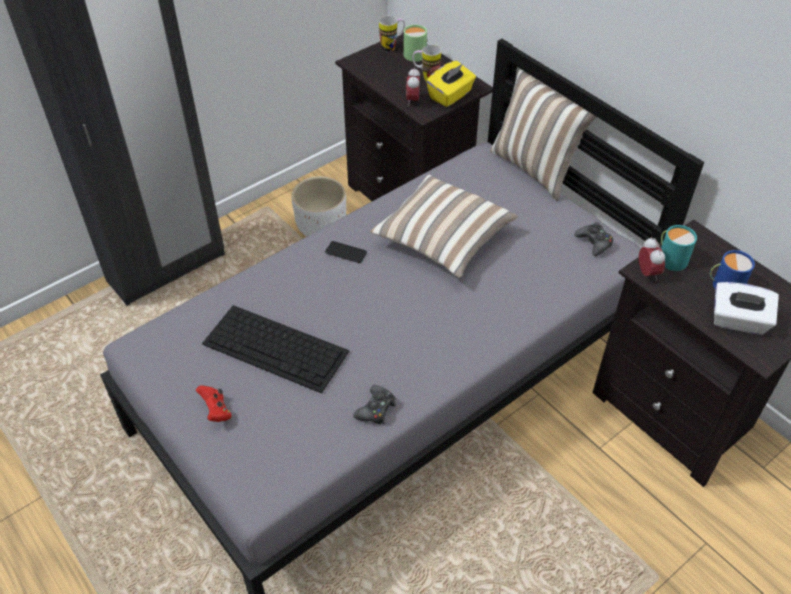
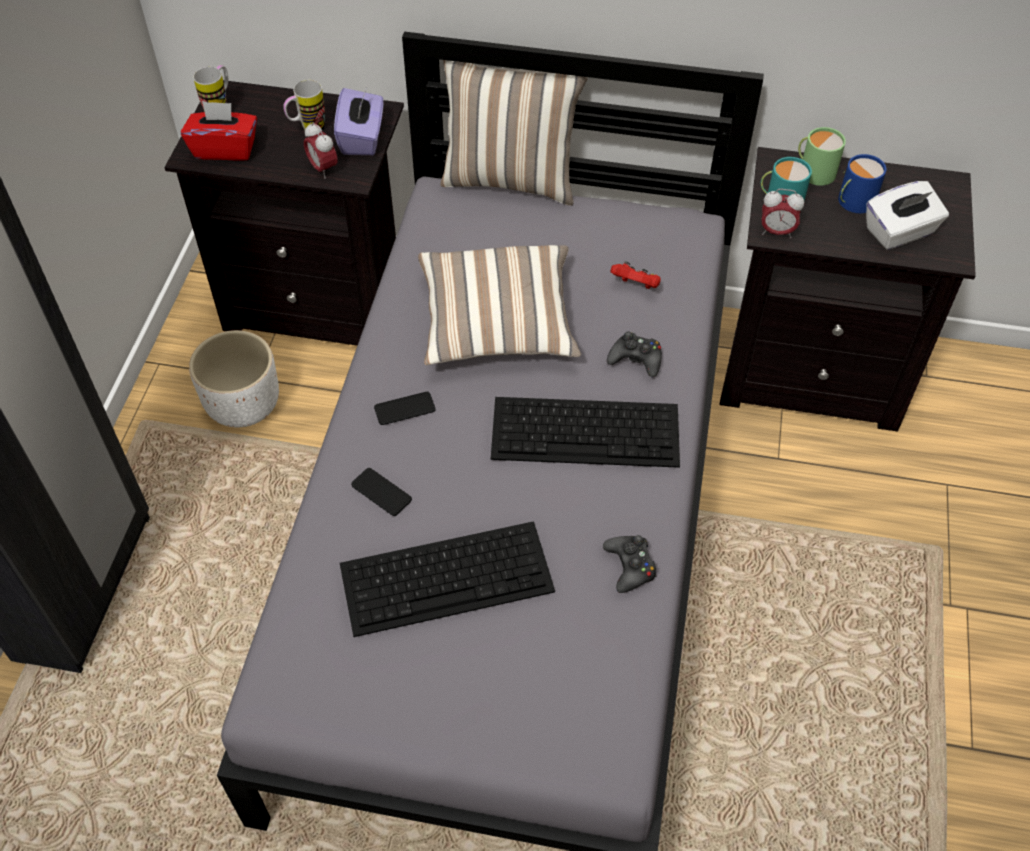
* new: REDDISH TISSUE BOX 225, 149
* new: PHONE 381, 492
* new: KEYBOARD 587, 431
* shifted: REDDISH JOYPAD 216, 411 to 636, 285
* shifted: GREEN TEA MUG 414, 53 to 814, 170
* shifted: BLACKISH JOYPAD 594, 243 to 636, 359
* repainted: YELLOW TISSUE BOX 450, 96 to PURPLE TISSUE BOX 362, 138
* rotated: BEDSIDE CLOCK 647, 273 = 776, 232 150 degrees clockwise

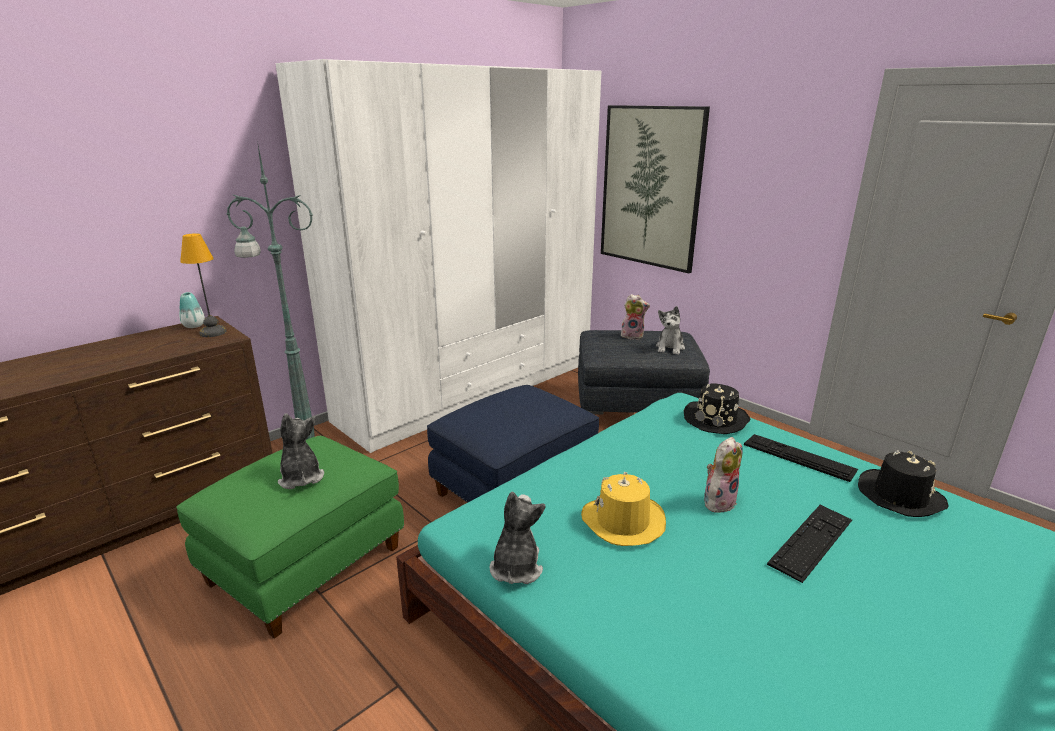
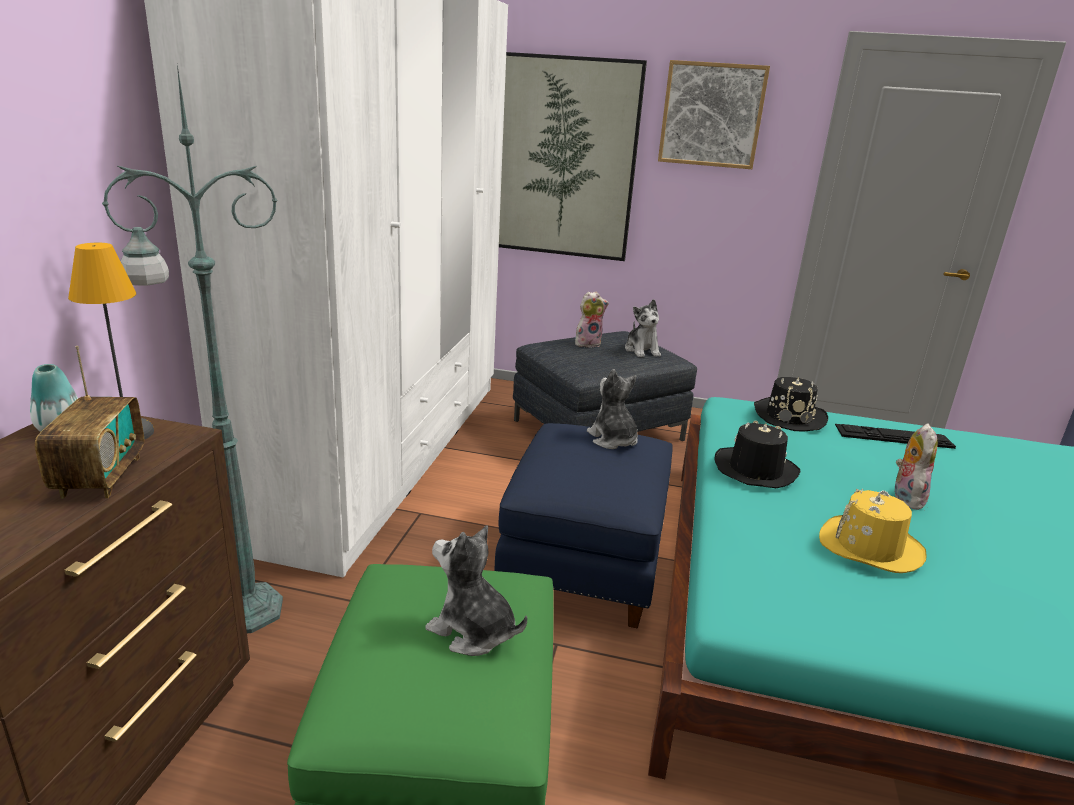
* gone: KEYBOARD 811, 541
* new: RADIO 100, 477
* new: WALL PICTURE 711, 115
* shifted: CUDDLY TOY 516, 567 to 613, 440
* shifted: BLACKISH WEARABLE HAT 899, 496 to 755, 470

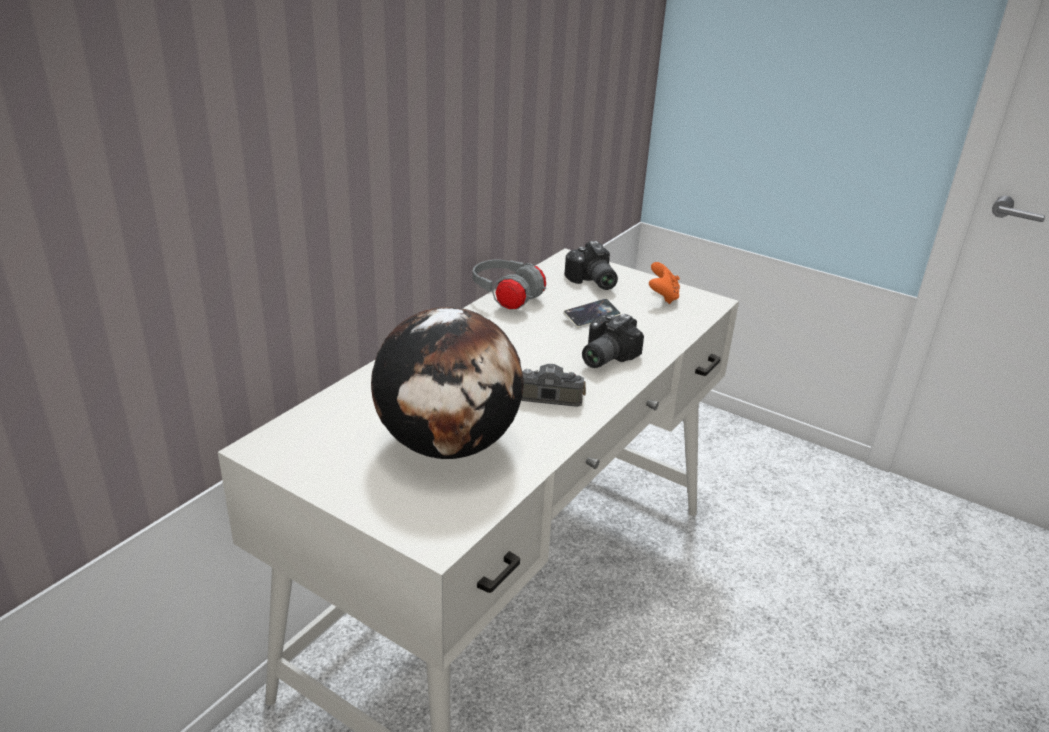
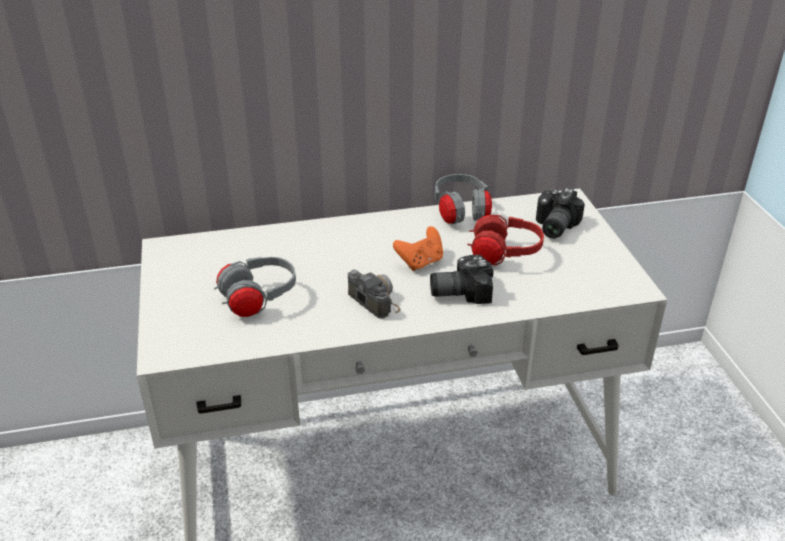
* shifted: ORANGE JOYPAD 662, 297 to 420, 262
* swapped: DESK GLOBE 449, 445 to GREYISH HEADPHONES 258, 300
* swapped: PHONE 591, 317 to REDDISH HEADPHONES 503, 255

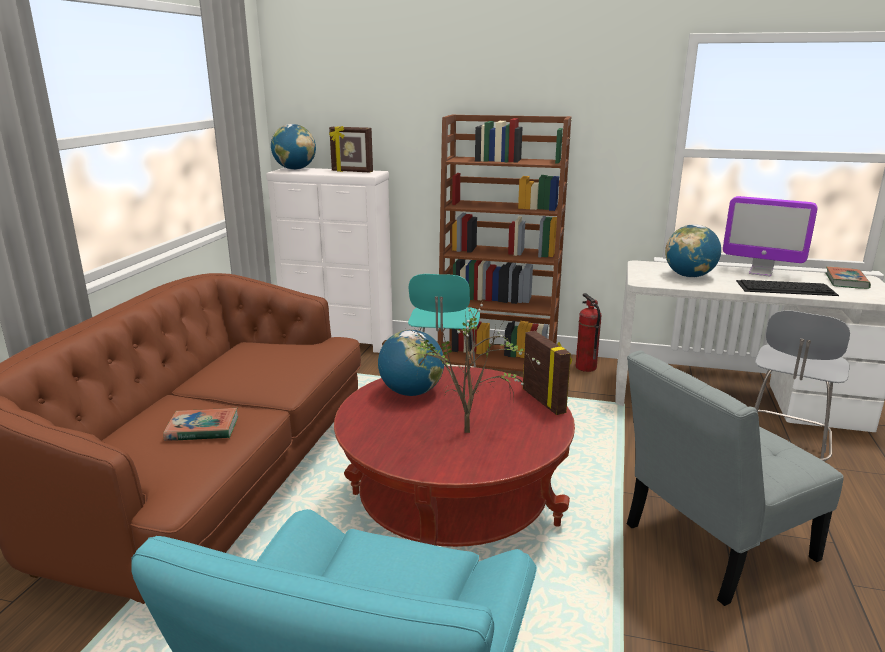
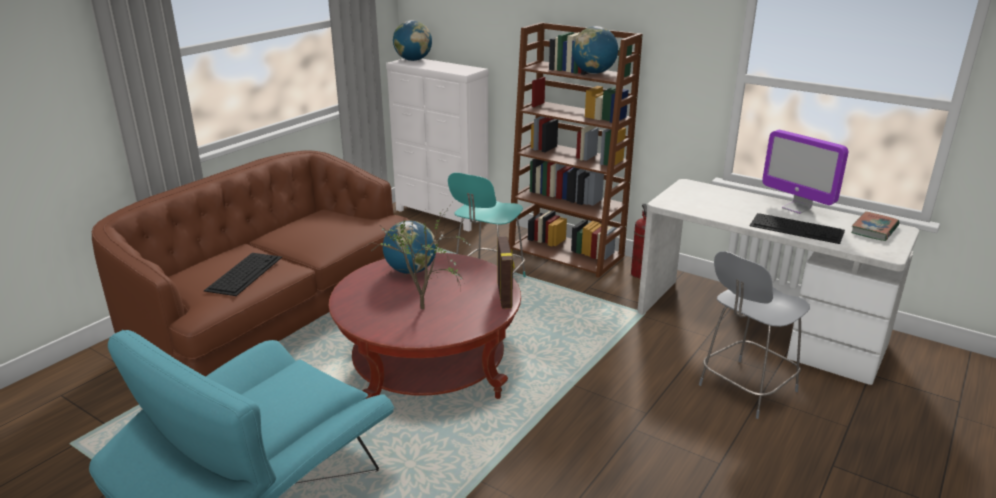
* gone: PHOTO FRAME 352, 171
* gone: GREYISH CHAIR 711, 545
* shifted: DESK GLOBE 689, 276 to 593, 73
* swapped: BOUND BOOK 202, 429 to KEYBOARD 244, 273

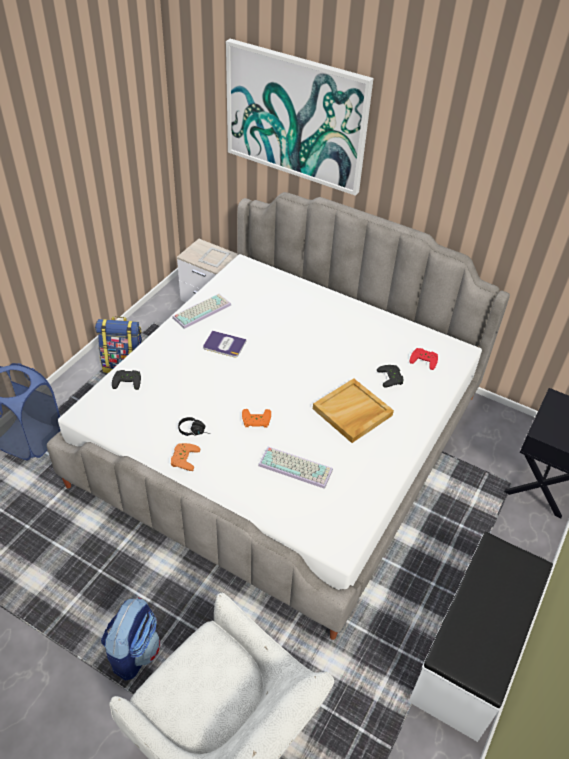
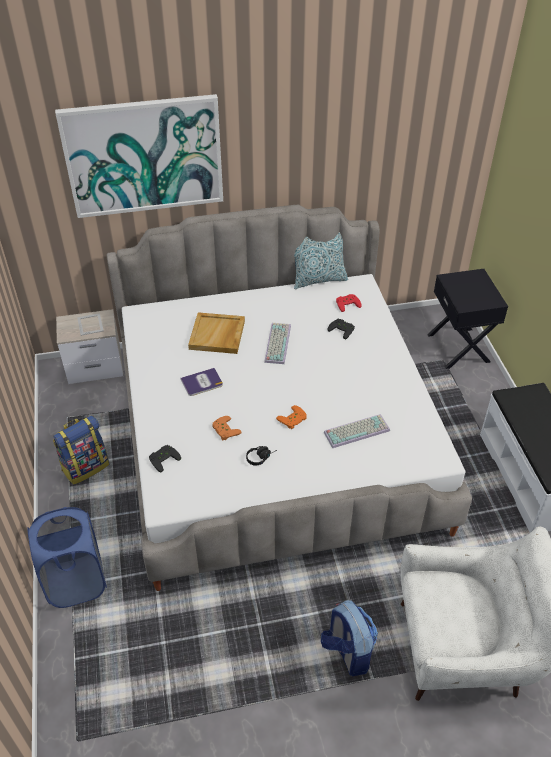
* new: PILLOW 319, 279
* shifted: ORANGE JOYPAD 183, 458 to 224, 430
* shifted: KEYBOARD 202, 310 to 276, 343
* shifted: BEIGE-COLOURED TRAY 352, 412 to 217, 335

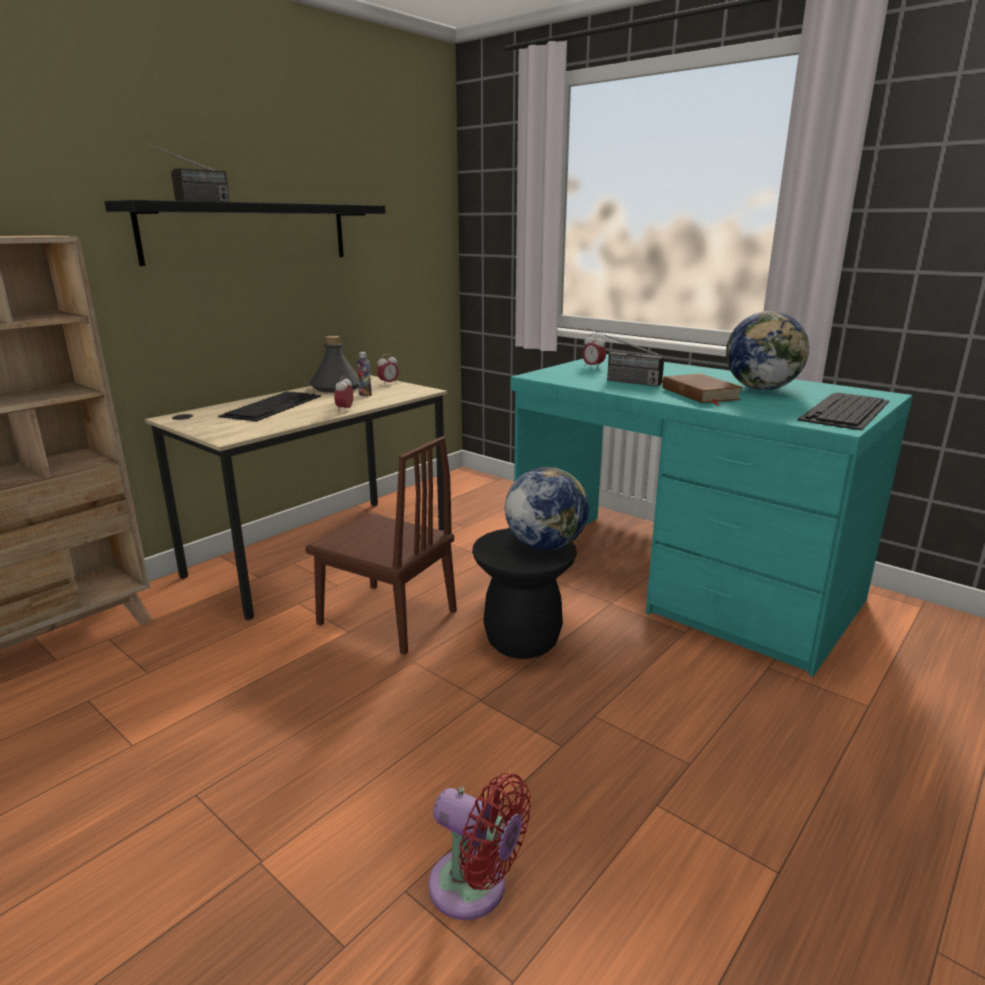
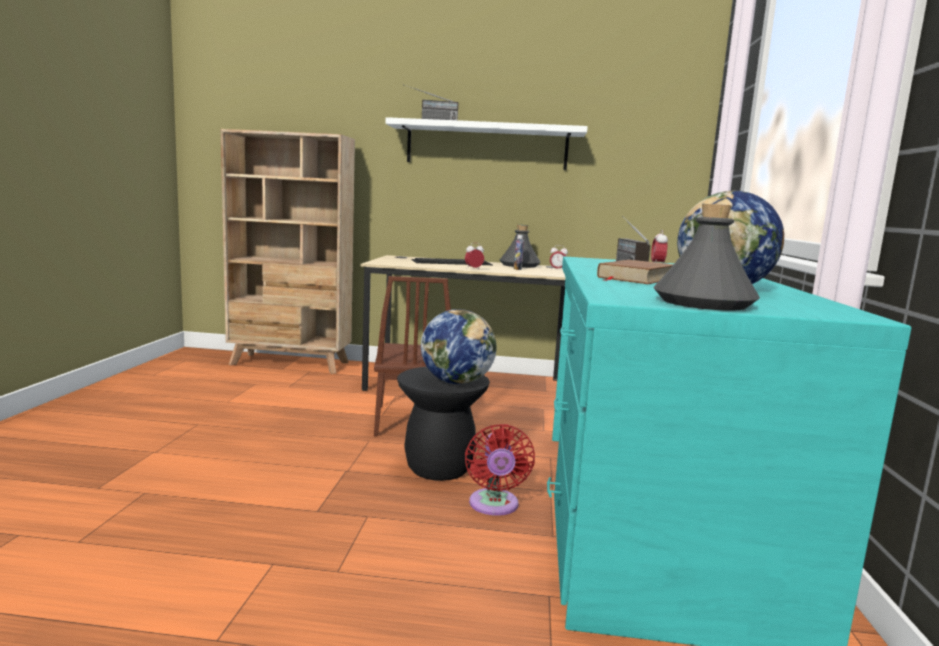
* shifted: REDDISH COOLING FAN 475, 889 to 494, 506
* swapped: KEYBOARD 845, 411 to GREYISH DRINK BOTTLE 703, 303
* repainted: BLACKISH BRACKET SHELF 249, 232 to WHITE-COLOURED BRACKET SHELF 487, 146

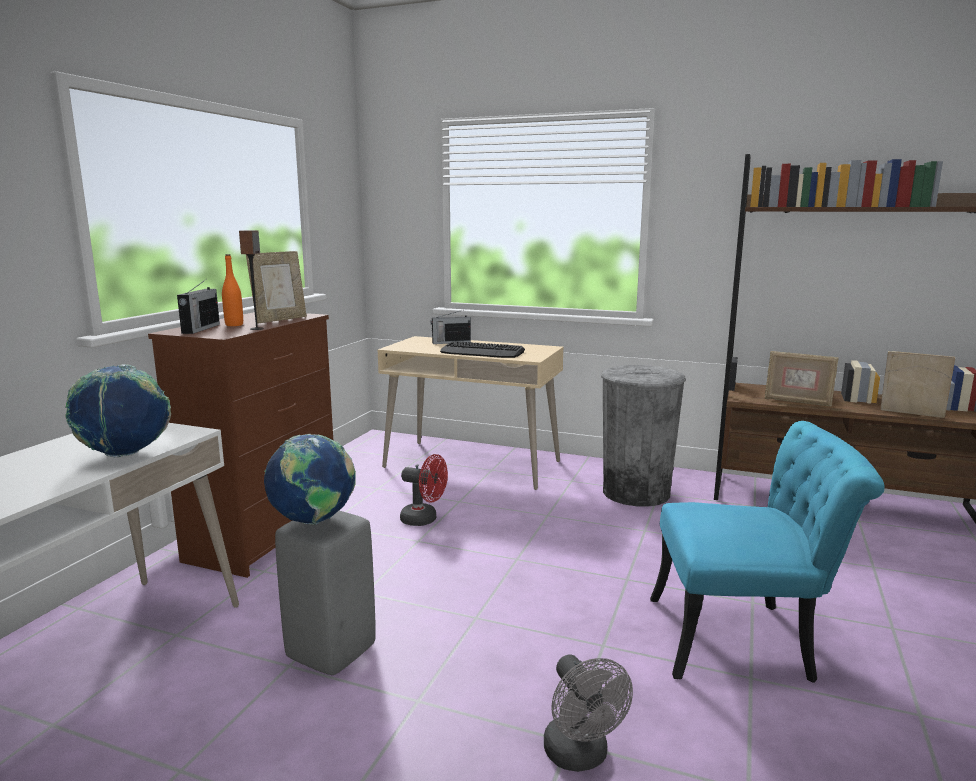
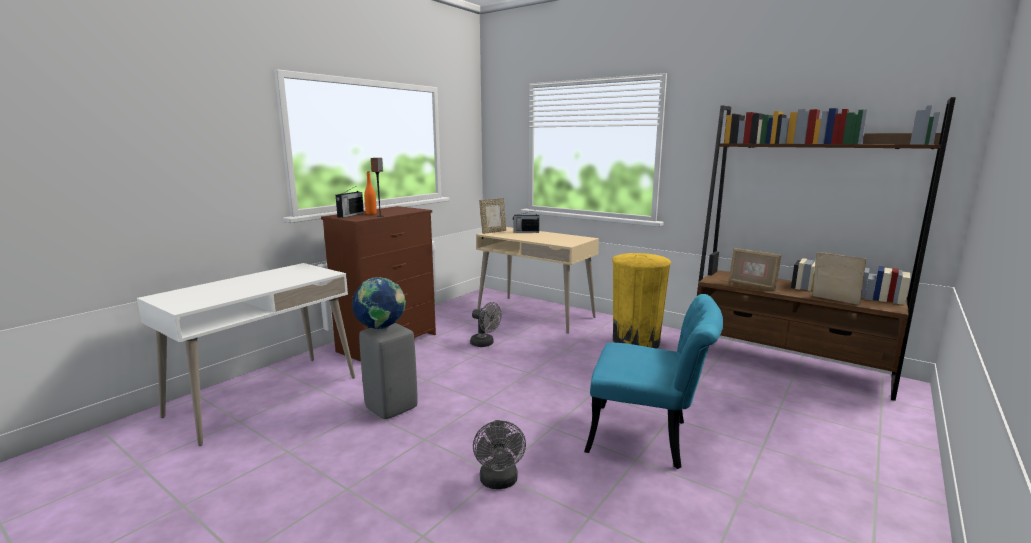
* gone: DESK GLOBE 125, 455
* gone: KEYBOARD 482, 352
* shifted: PHOTO FRAME 280, 319 to 493, 232
* repainted: REDDISH COOLING FAN 424, 520 to GREYISH COOLING FAN 485, 344
* repainted: GREYISH WASTE BIN 636, 492 to YELLOW WASTE BIN 636, 342

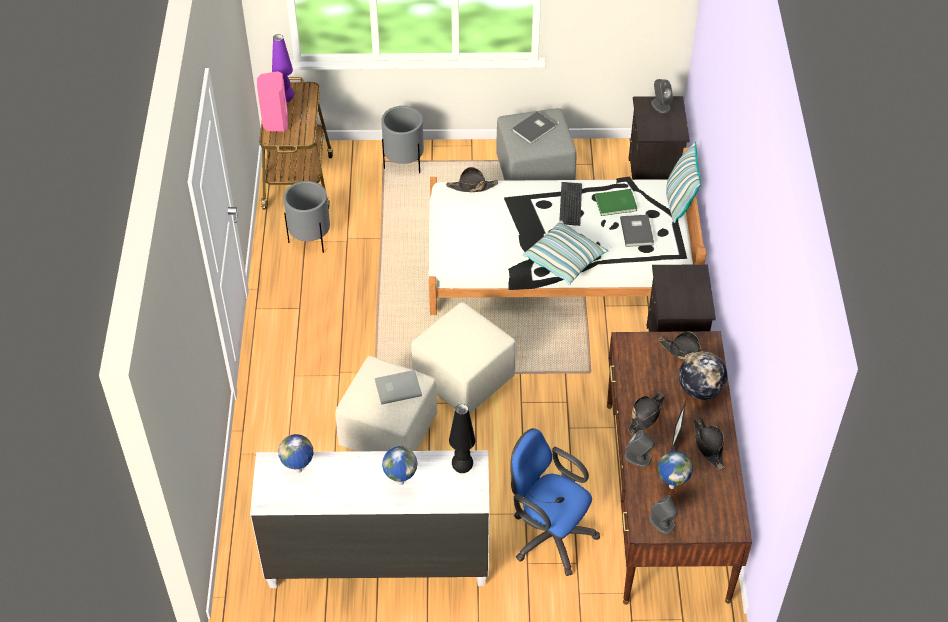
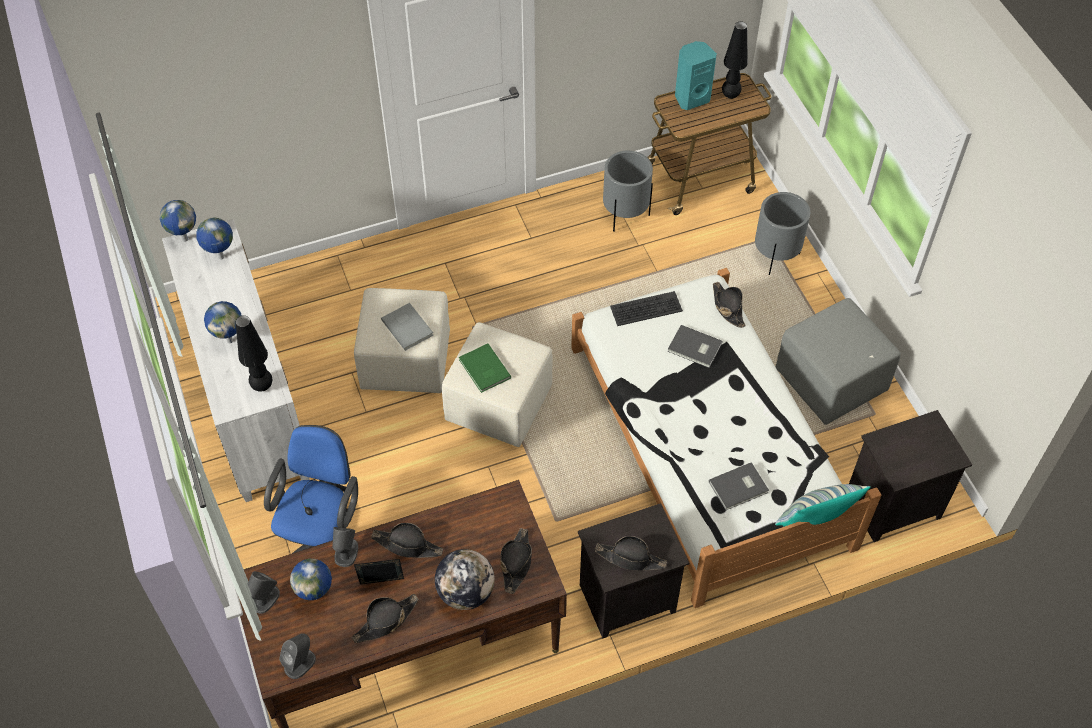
* gone: PILLOW 565, 260
* new: DESK GLOBE 184, 239
* new: BLACKISH WEARABLE HAT 631, 558
* shifted: GREYISH BOUND BOOK 534, 129 to 695, 348
* shifted: KEYBOARD 571, 204 to 646, 309
* shifted: GREEN BOUND BOOK 616, 204 to 484, 370
* shifted: GREYISH AUDIO SPEAKER 660, 105 to 300, 663
* repainted: PINKISH AUDIO SPEAKER 275, 122 to BLUE-GREEN AUDIO SPEAKER 691, 98
* repainted: PURPLE TABLE LAMP 286, 99 to BLACKISH TABLE LAMP 730, 95

